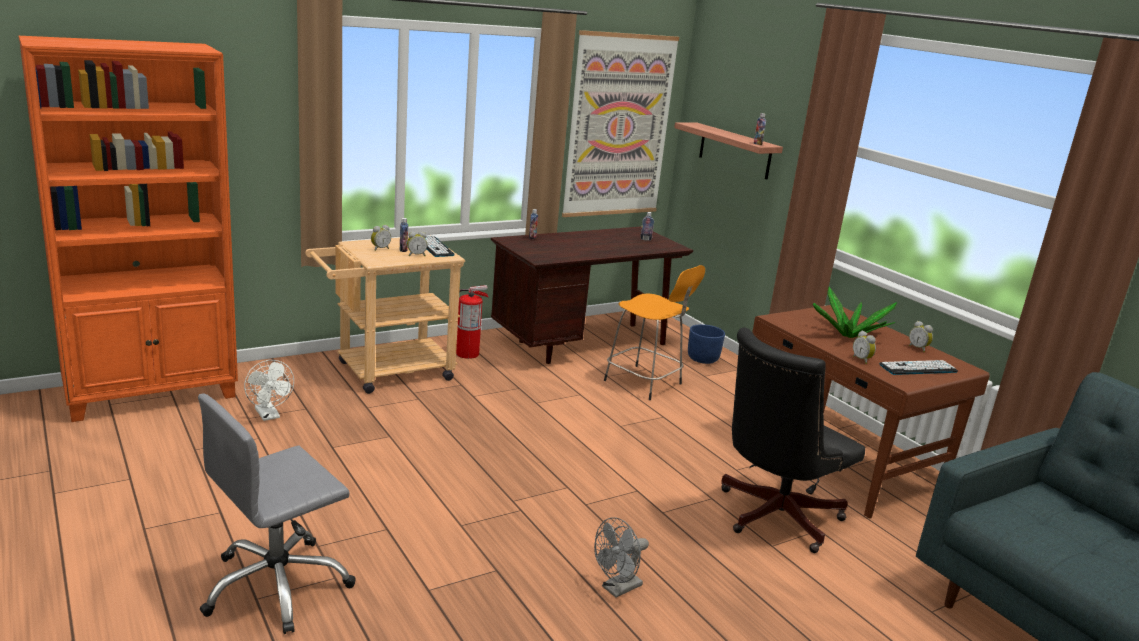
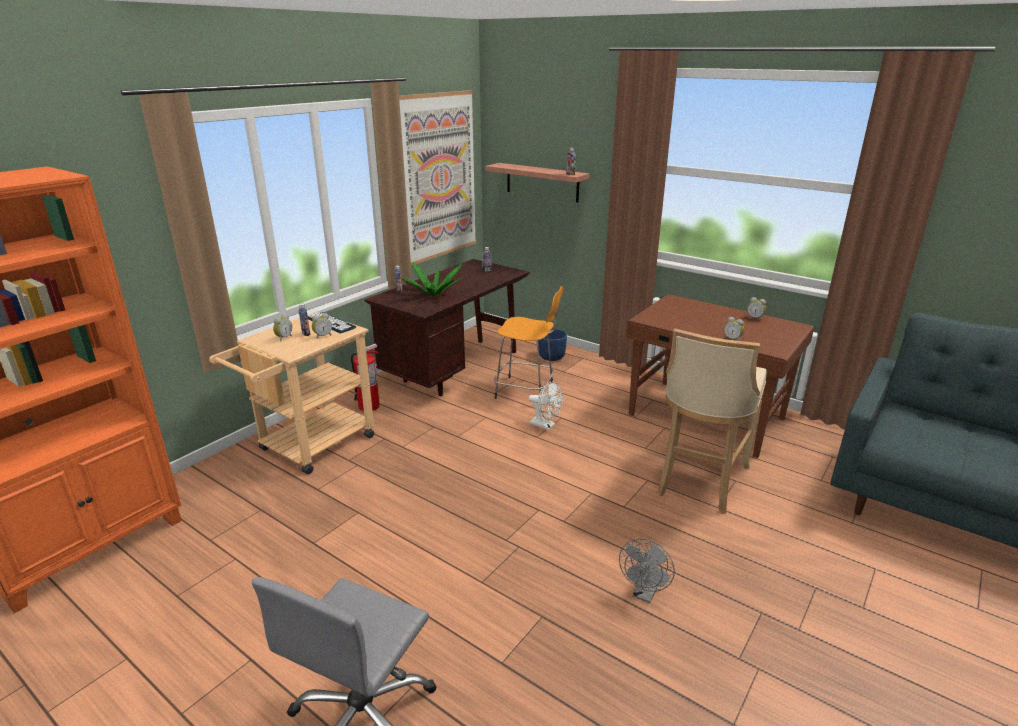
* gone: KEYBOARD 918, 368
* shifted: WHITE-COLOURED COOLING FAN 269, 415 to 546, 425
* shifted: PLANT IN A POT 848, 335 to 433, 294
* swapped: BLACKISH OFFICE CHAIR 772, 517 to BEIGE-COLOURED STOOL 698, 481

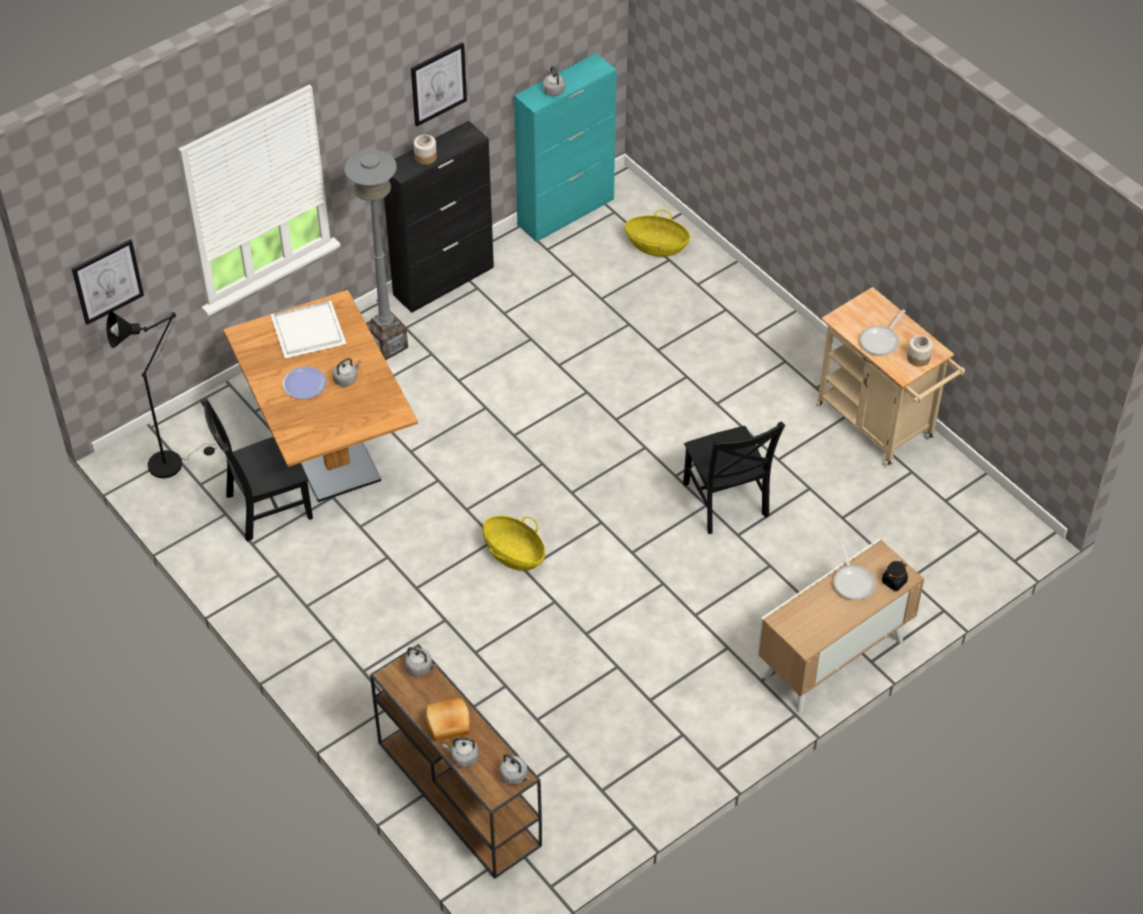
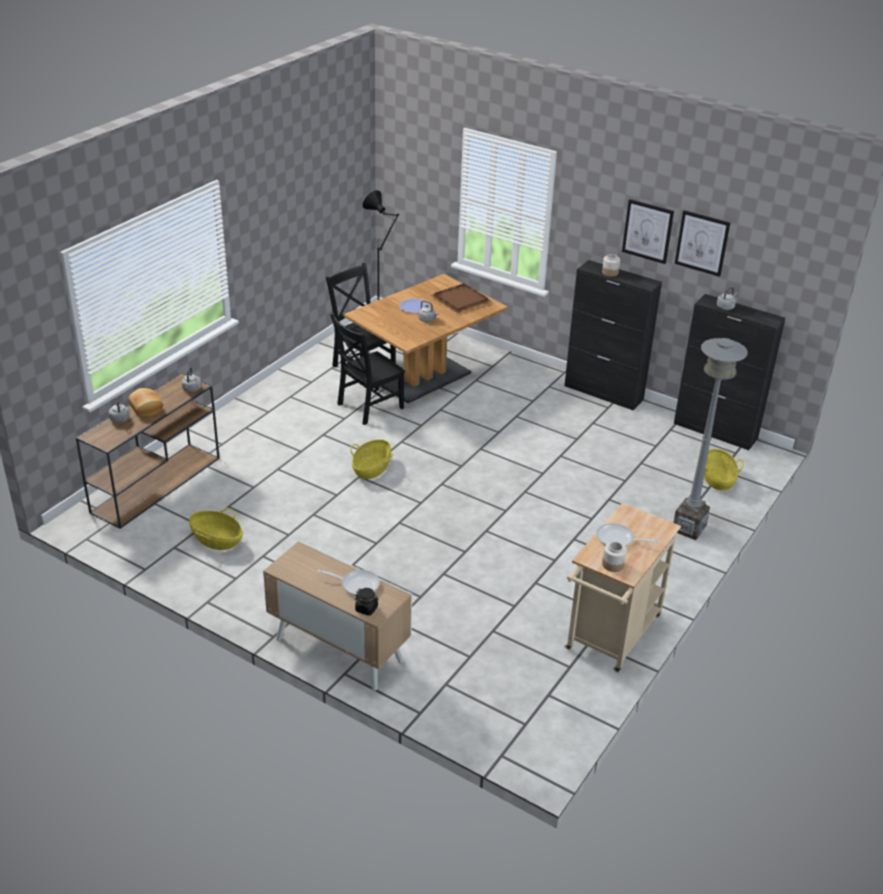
* gone: GREYISH KETTLE 515, 776
* new: HOUSEHOLD BASKET 217, 540
* shifted: WALL PICTURE 107, 281 to 702, 243
* shifted: GREYISH STANDARD LAMP 387, 345 to 689, 528
* shifted: BLACKISH CHAIR 726, 503 to 368, 407
* repainted: WHITE-COLOURED TRAY 307, 332 to BROWN TRAY 459, 300
* repainted: BLUE-GREEN CABINET 566, 212 to BLACKISH CABINET 716, 431
* rotated: SKILLET 853, 581 = 357, 584 135 degrees counterclockwise

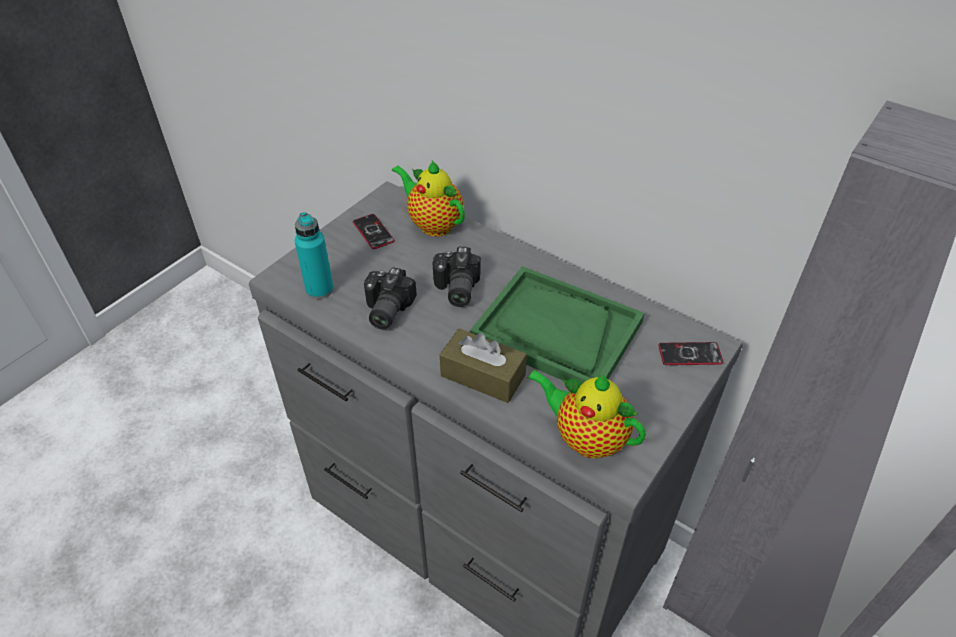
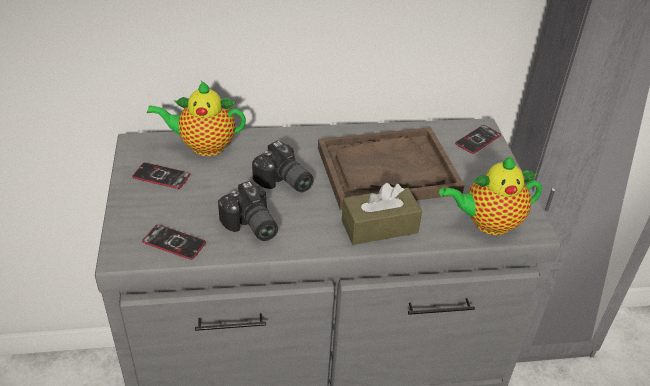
* swapped: BLUE-GREEN DRINK BOTTLE 319, 289 to PHONE 174, 243
* repainted: GREEN TRAY 556, 331 to BROWN TRAY 387, 171

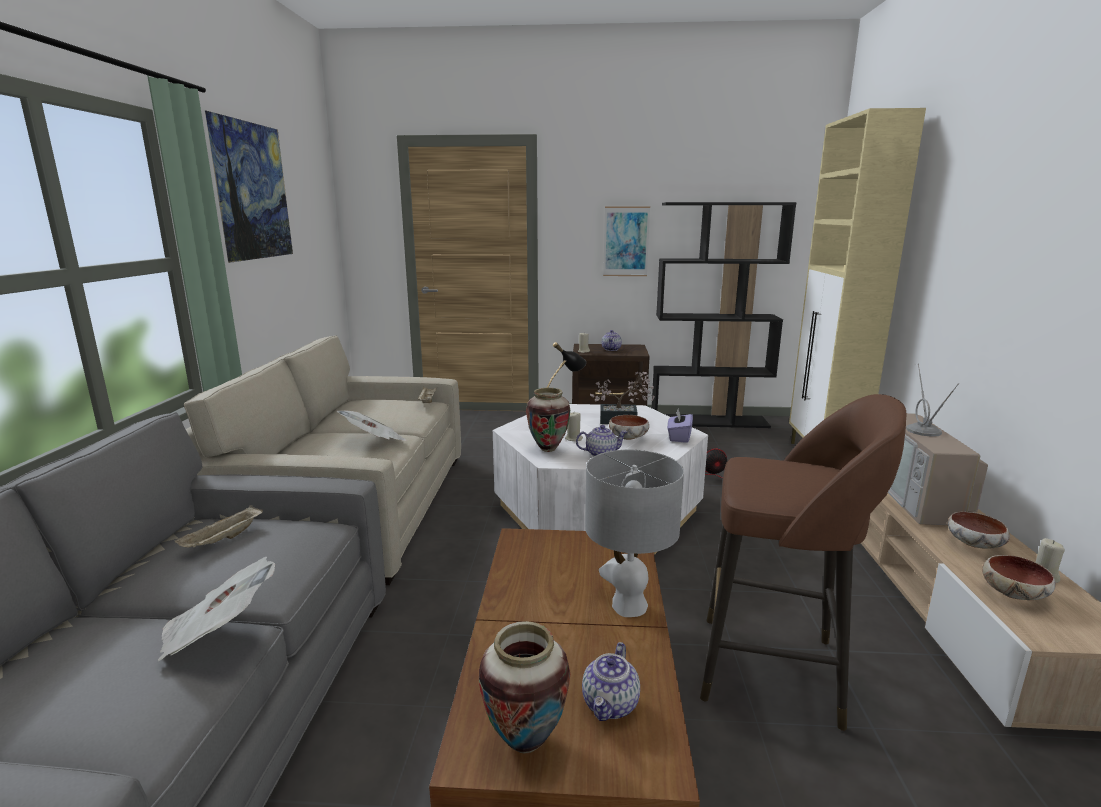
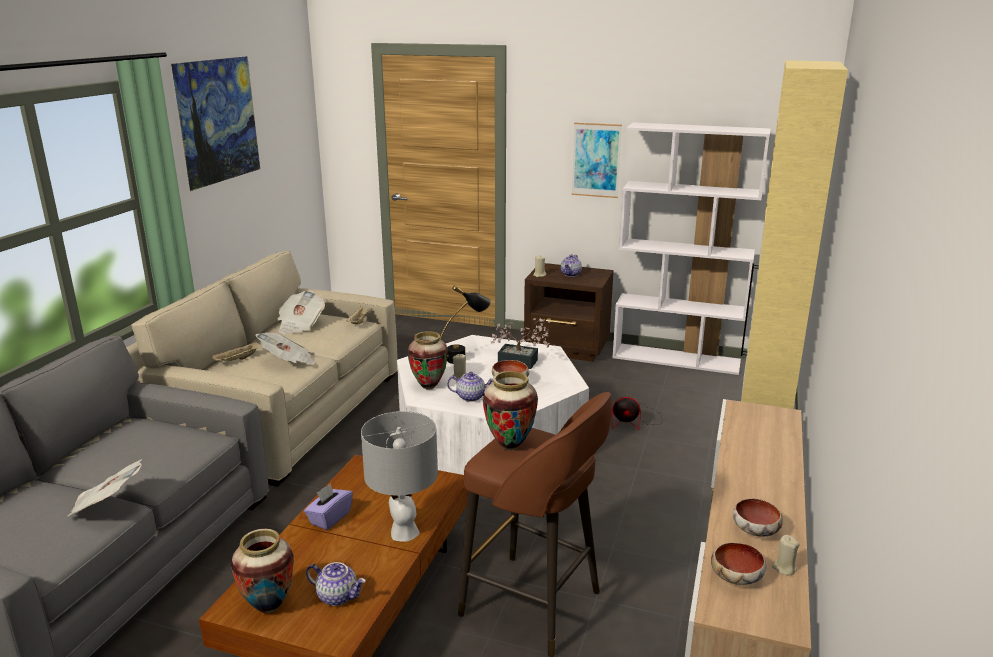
* gone: TV SET 920, 498
* new: PRINTED PAPER 300, 325
* new: FLOWER VASE 510, 446
* shifted: BEIGE-COLOURED TRAY 223, 540 to 237, 360
* shifted: PURPLE TISSUE BOX 679, 437 to 329, 518
* repainted: BLACKISH SHELVING UNIT 709, 421 to WHITE-COLOURED SHELVING UNIT 677, 359
* rotated: POT FOR TEA 611, 705 = 338, 596 105 degrees counterclockwise

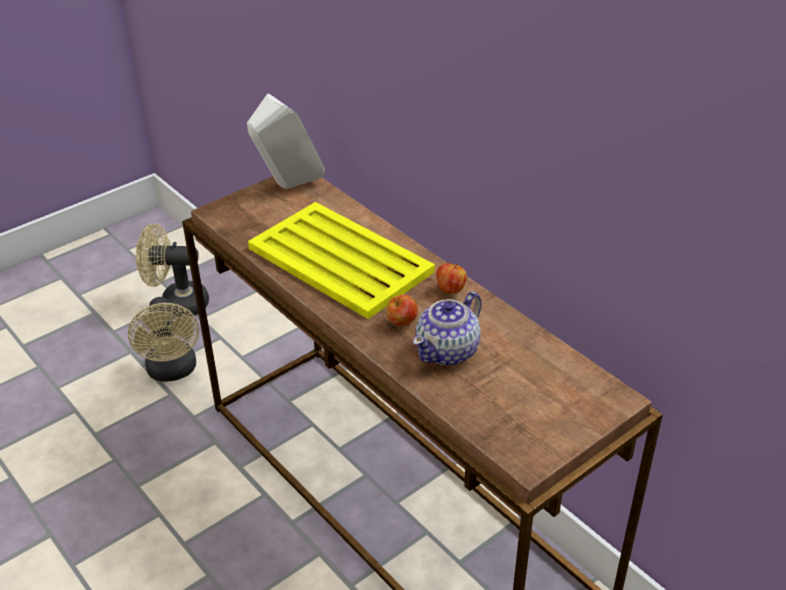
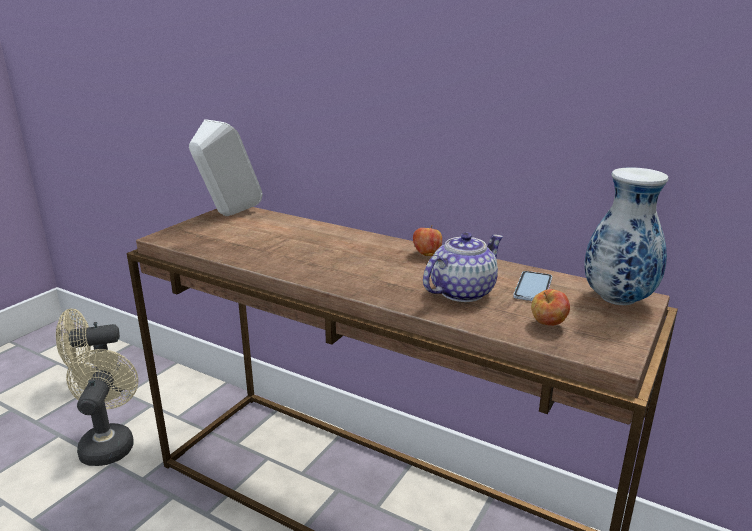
* gone: YELLOW TRAY 341, 261
* new: PHONE 533, 287
* new: FLOWER VASE 616, 299
* shifted: WHOLE APPLE 402, 323 to 548, 324
* rotated: BEIGE-COLOURED COOLING FAN 173, 371 = 109, 443 150 degrees counterclockwise
* rotated: POT FOR TEA 448, 351 = 461, 292 150 degrees counterclockwise

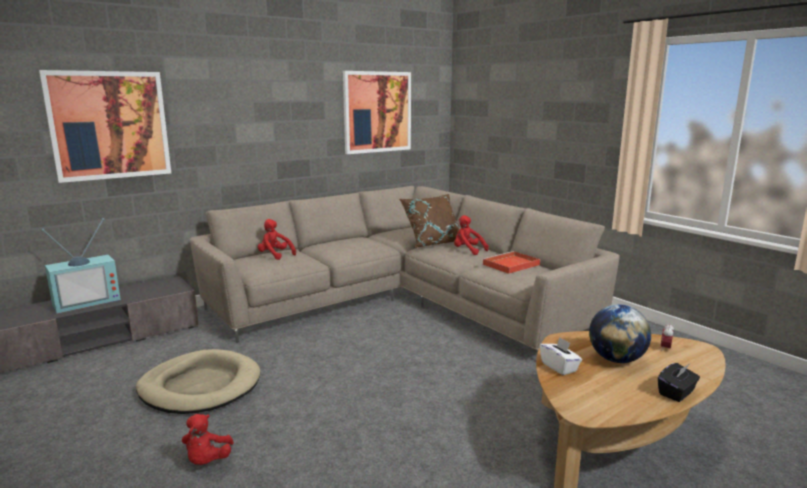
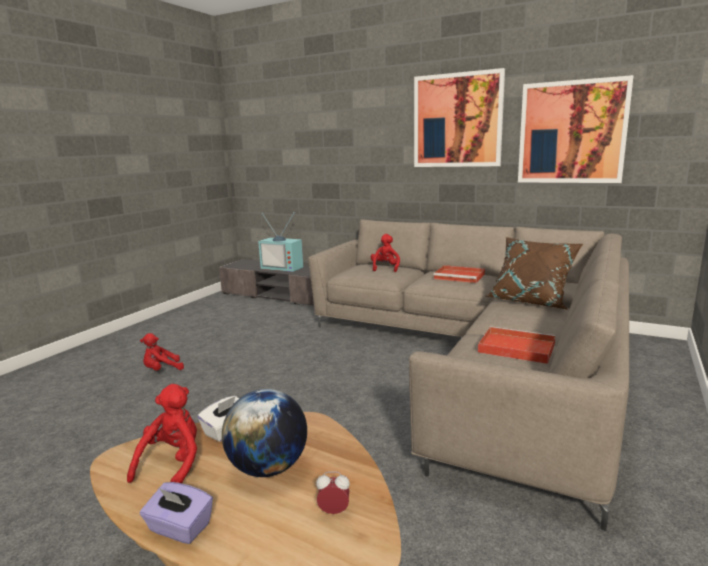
* gone: BEIGE-COLOURED DOG CUSHION 200, 386
* new: REDDISH TRAY 460, 276
* shifted: WALL PICTURE 109, 125 to 457, 120
* shifted: REDDISH CUDDLY TOY 468, 251 to 173, 464
* repainted: BLACKISH TISSUE BOX 676, 393 to PURPLE TISSUE BOX 179, 528

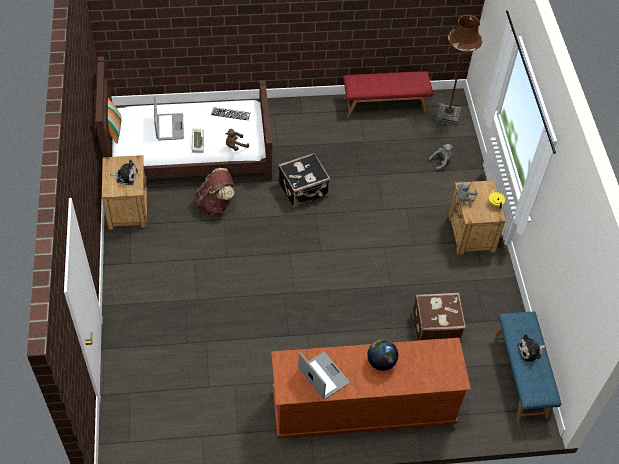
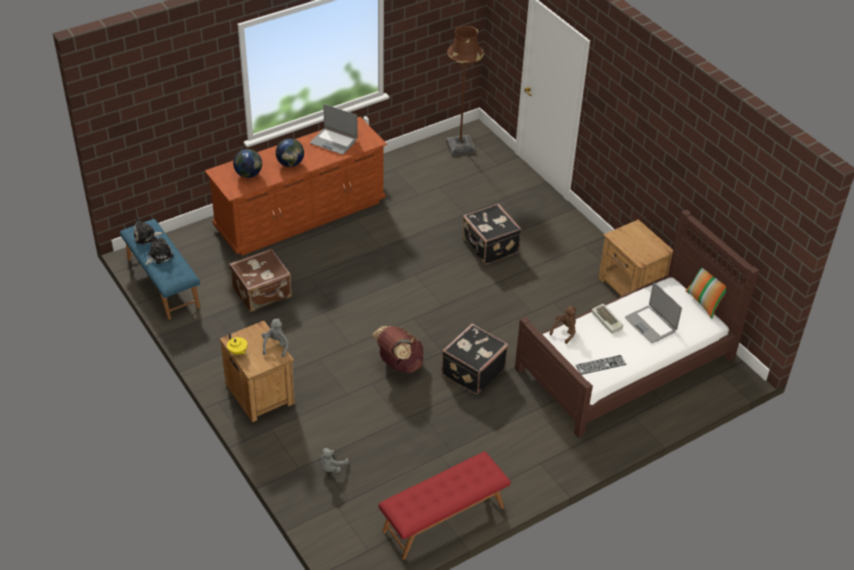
* new: DESK GLOBE 249, 174
* new: BLACKISH PIECE OF LUGGAGE 489, 246
* shifted: CUDDLY TOY 125, 176 to 146, 236
* shifted: BROWN KNAPSACK 215, 204 to 399, 364
* shifted: BROWN STANDARD LAMP 448, 115 to 460, 146

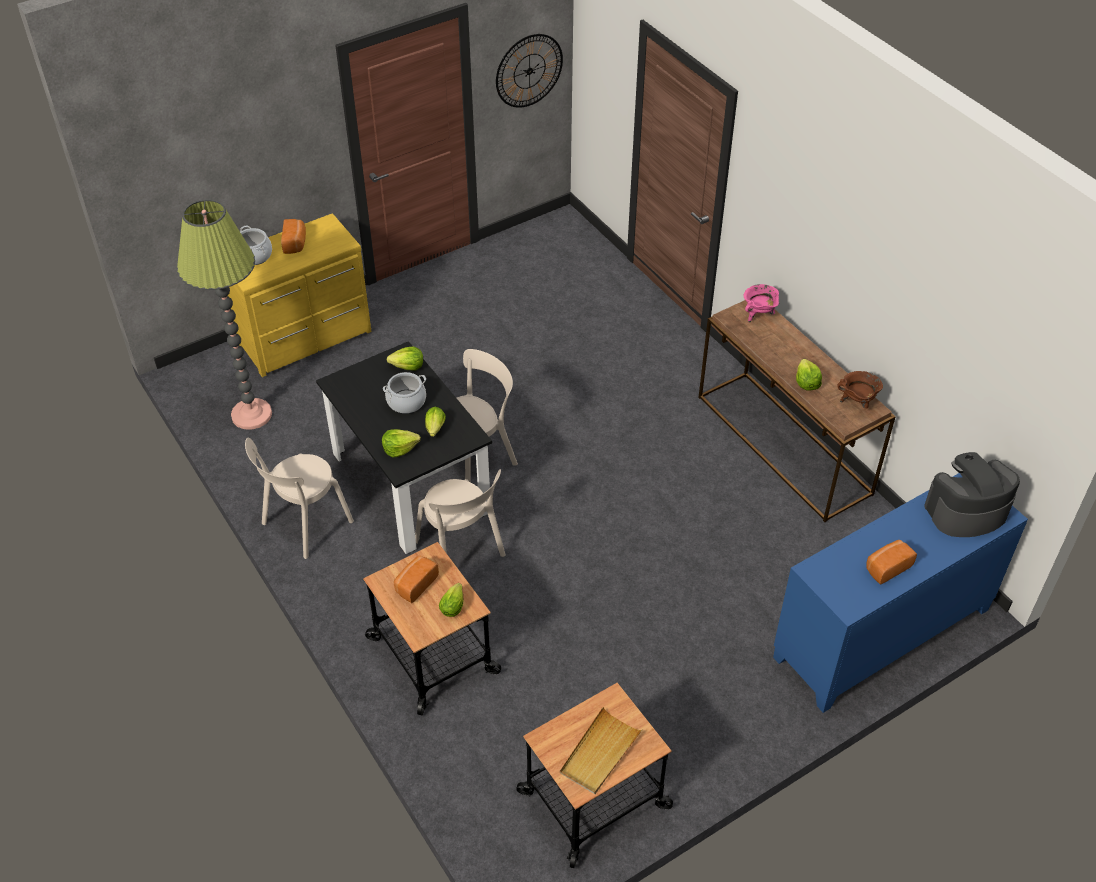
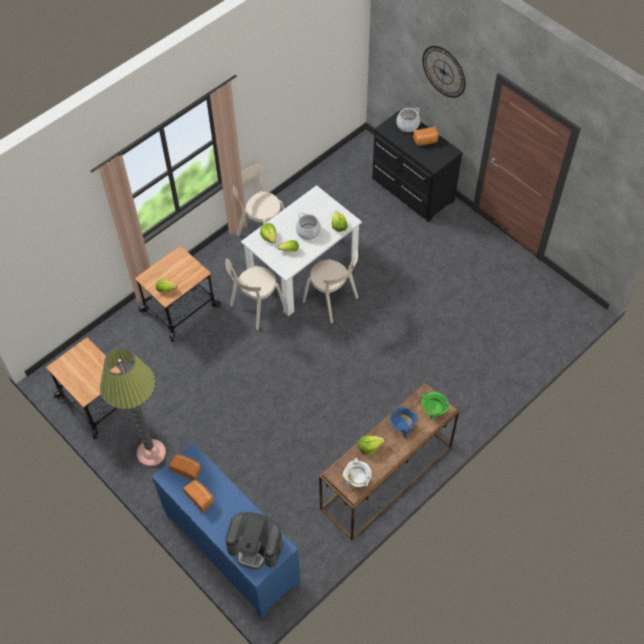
* gone: BEIGE-COLOURED TRAY 599, 753
* new: BLUISH SAUCEPOT 402, 427
* shifted: STANDARD LAMP 251, 415 to 151, 453
* shifted: BAKERY BREAD 415, 584 to 186, 469
* shifted: CLOCK ON THE WALL 529, 71 to 443, 71
* repainted: YELLOW DRAWER CHEST 307, 338 to BLACKISH DRAWER CHEST 412, 191
* repainted: BLACKISH DINING TABLE 410, 483 to WHITE-COLOURED DINING TABLE 303, 271
* repainted: PINKISH SAUCEPOT 759, 314 to GREEN SAUCEPOT 433, 412
* repainted: BROWN SAUCEPOT 857, 402 to WHITE-COLOURED SAUCEPOT 357, 480
* rotated: COFFEE MACHINE 965, 511 = 256, 546 135 degrees clockwise

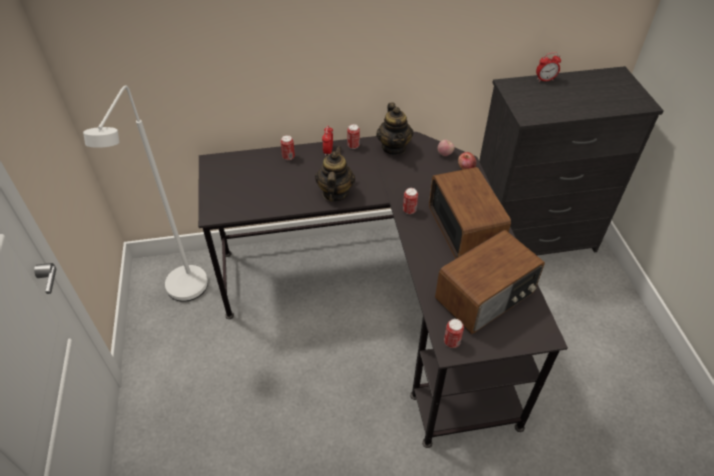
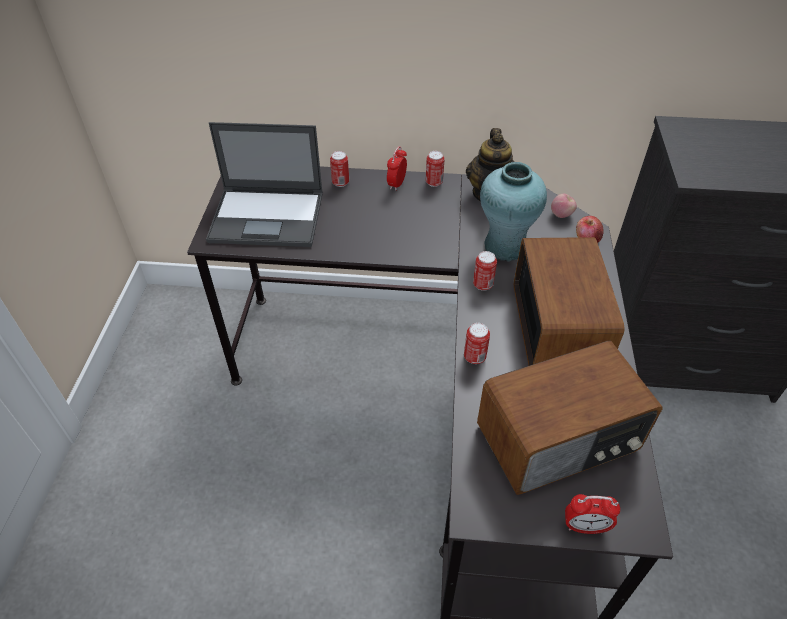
* gone: WHITE-COLOURED STANDARD LAMP 184, 294
* gone: POT FOR TEA 335, 193
* new: NOTEBOOK COMPUTER 268, 217
* new: BLUE-GREEN FLOWER VASE 505, 246
* shifted: CAN 451, 342 to 474, 357
* shifted: BEDSIDE CLOCK 545, 79 to 585, 527

